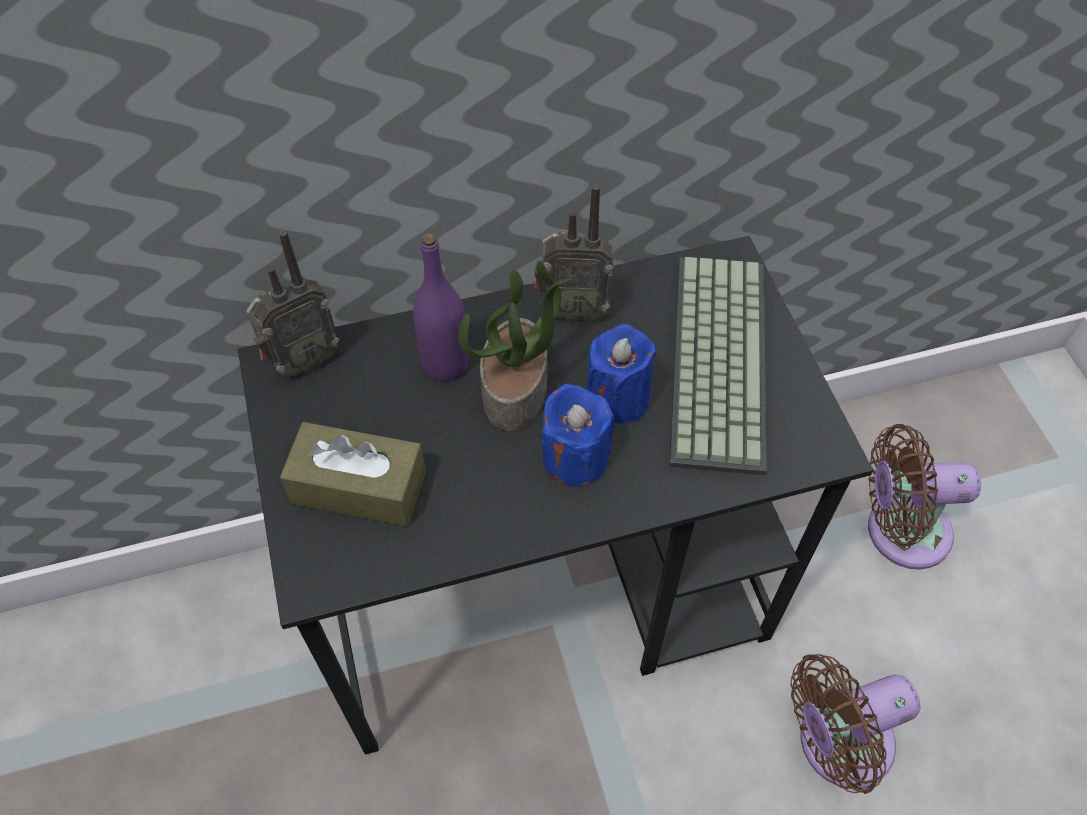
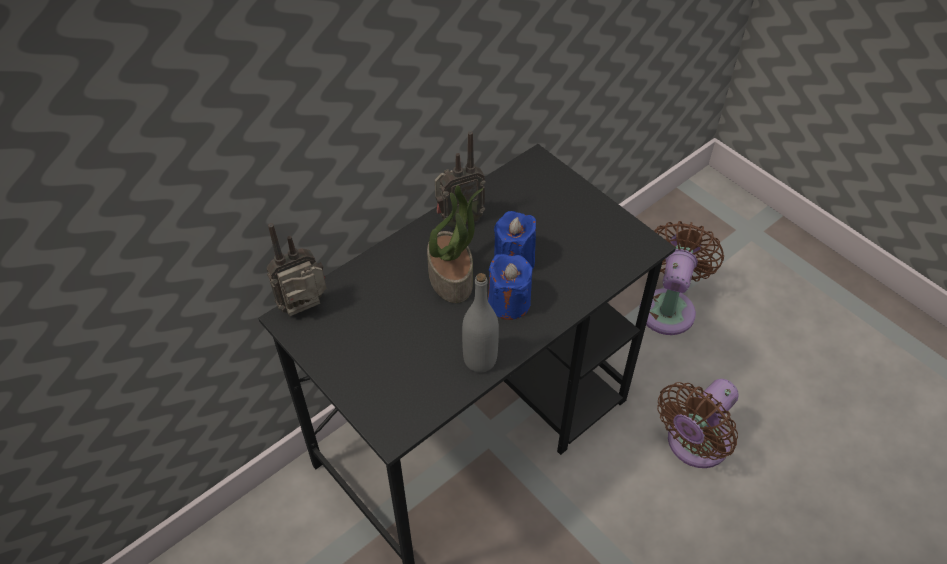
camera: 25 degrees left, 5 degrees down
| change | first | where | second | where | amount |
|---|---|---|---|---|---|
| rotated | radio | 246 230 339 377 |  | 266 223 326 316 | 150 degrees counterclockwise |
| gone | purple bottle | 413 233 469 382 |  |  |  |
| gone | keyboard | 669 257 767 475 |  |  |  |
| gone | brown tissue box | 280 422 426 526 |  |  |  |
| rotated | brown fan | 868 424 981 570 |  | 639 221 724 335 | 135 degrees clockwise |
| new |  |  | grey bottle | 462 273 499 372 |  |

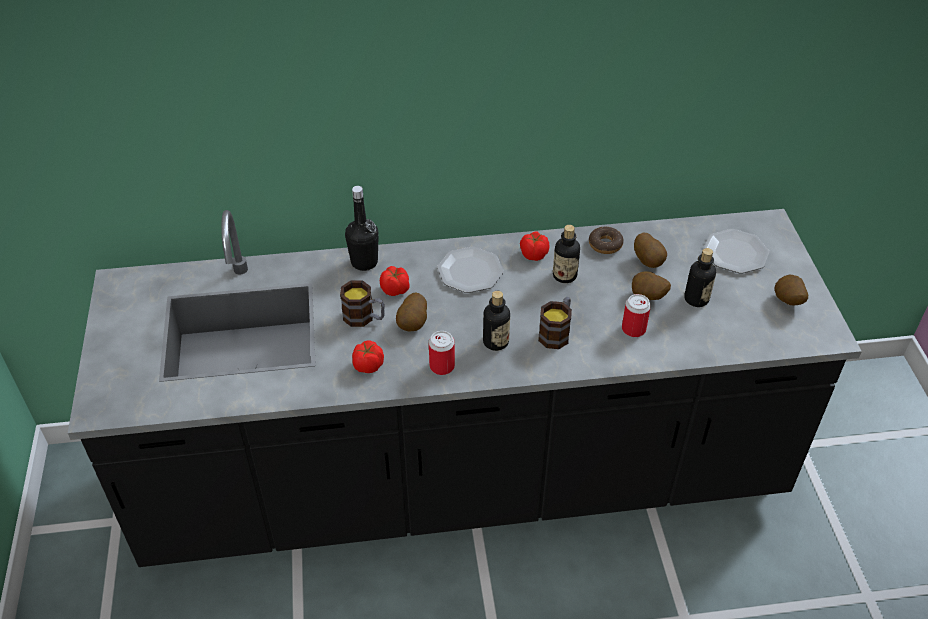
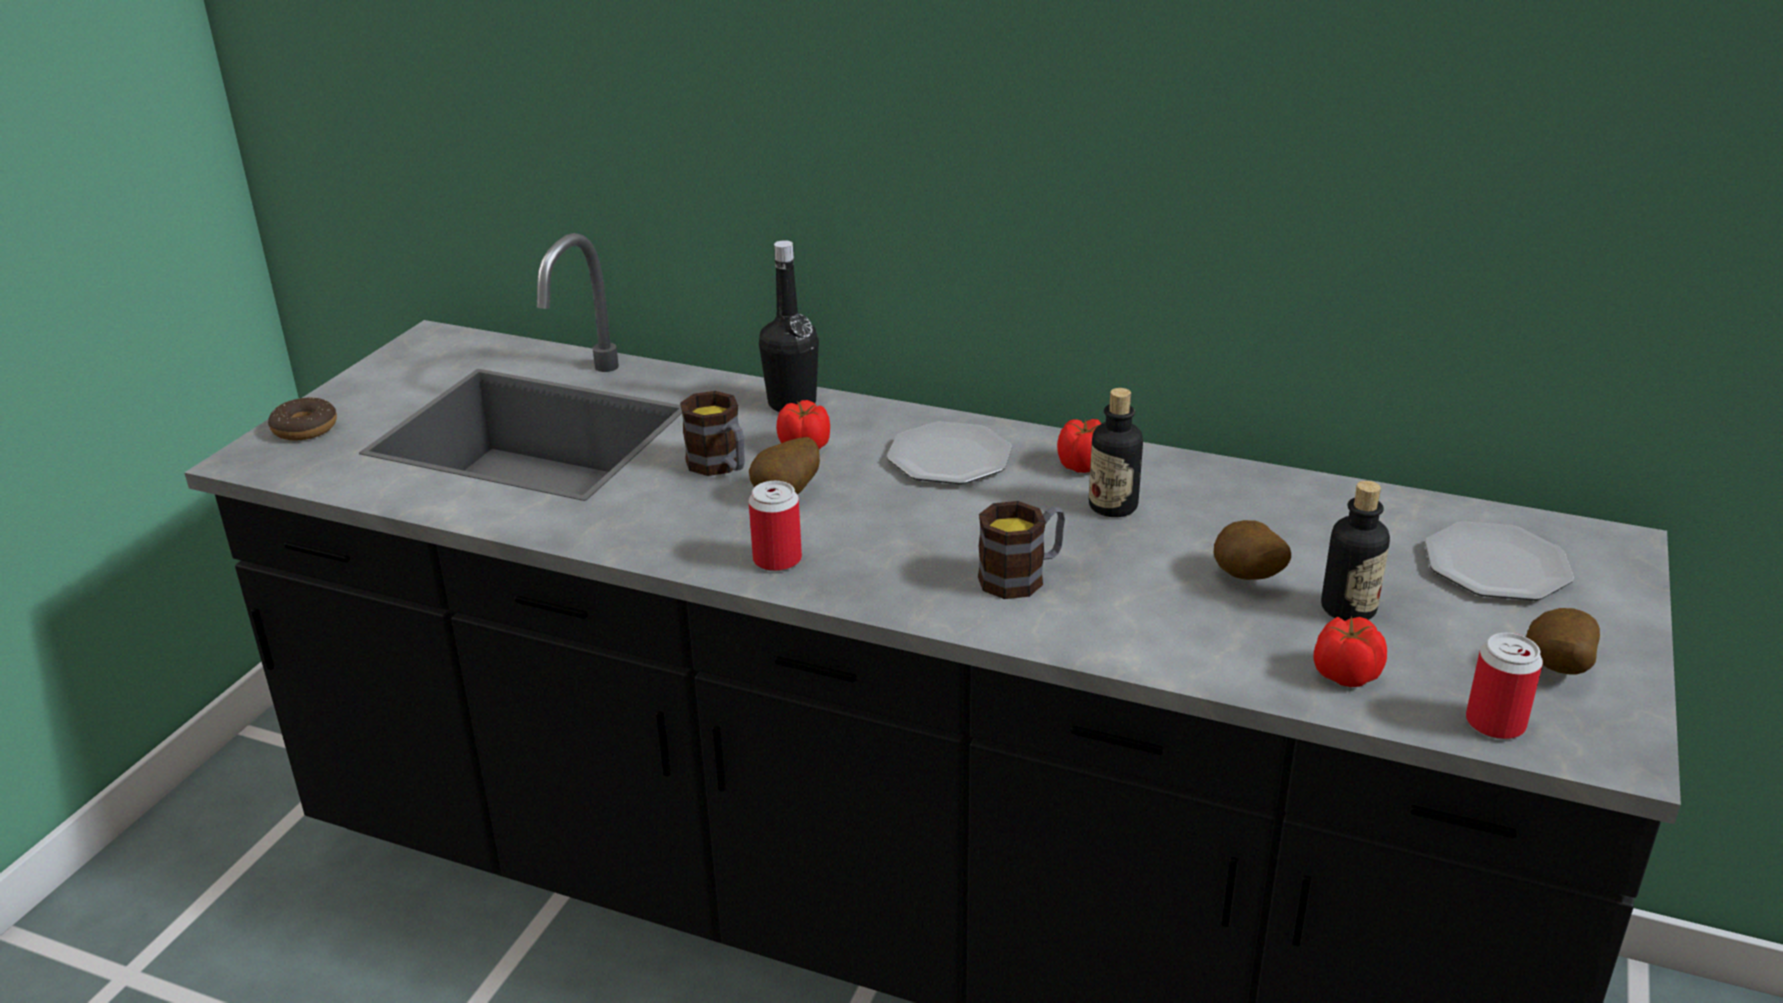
camera: 30 degrees right, 15 degrees down
| change | first | where | second | where | amount |
|---|---|---|---|---|---|
| shifted | donut | 589 227 624 254 |  | 268 397 337 440 |  |
| gone | potato | 634 233 667 268 |  |  |  |
| gone | bottle | 483 291 510 351 |  |  |  |
| shifted | can | 622 294 651 337 |  | 1466 633 1543 739 |  |
| shifted | tomato | 352 340 384 373 |  | 1313 616 1387 687 |  |

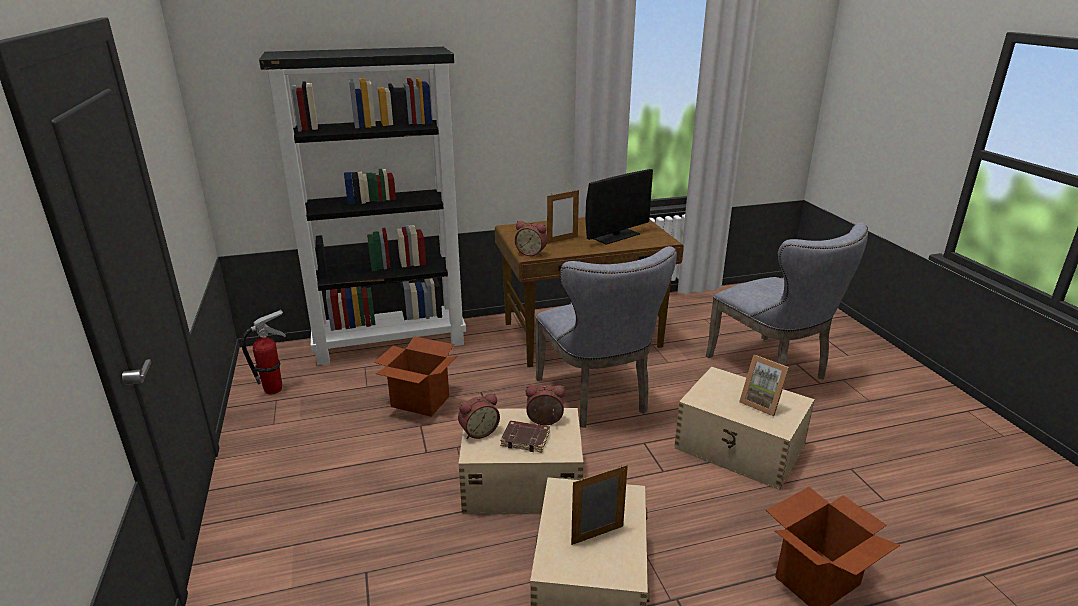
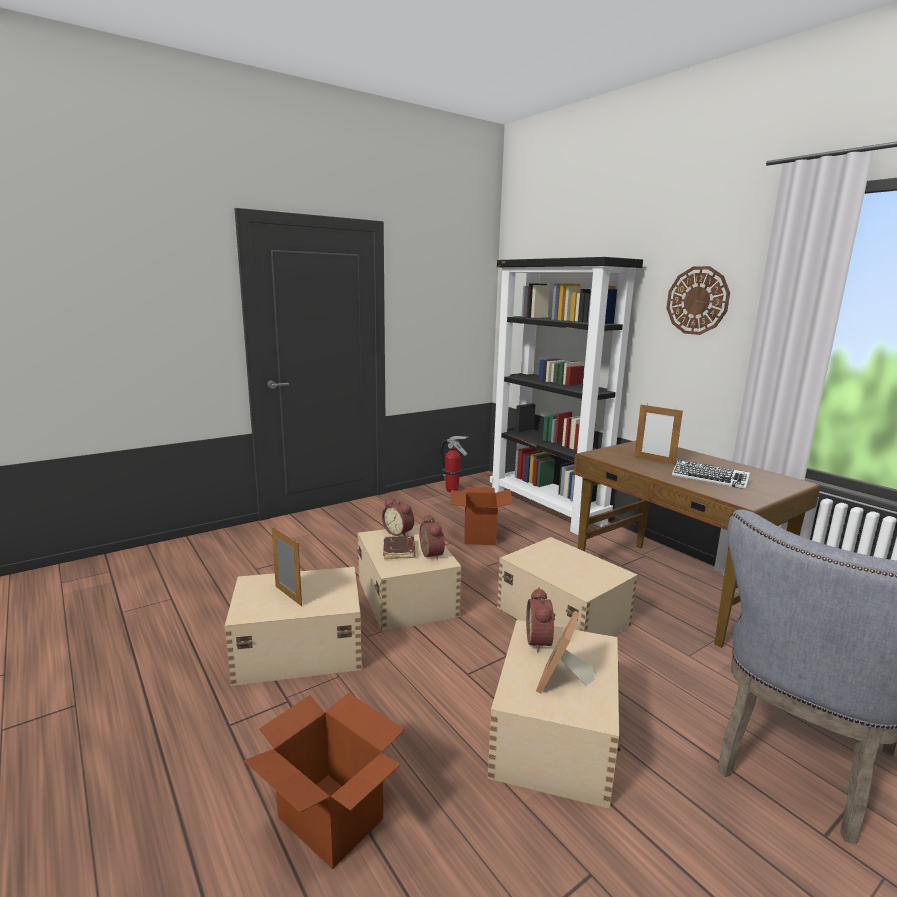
camera: 70 degrees right, 10 degrees down
| change | first | where | second | where | amount |
|---|---|---|---|---|---|
| swapped | monitor | 585 169 653 245 | keyboard | 672 460 750 489 |  |
| shifted | alarm clock | 515 221 548 256 |  | 526 587 555 652 |  |
| swapped | grey chair | 536 246 677 428 | beige storage box | 497 537 638 636 |  |
| new |  |  | wall clock | 666 266 730 335 |  |

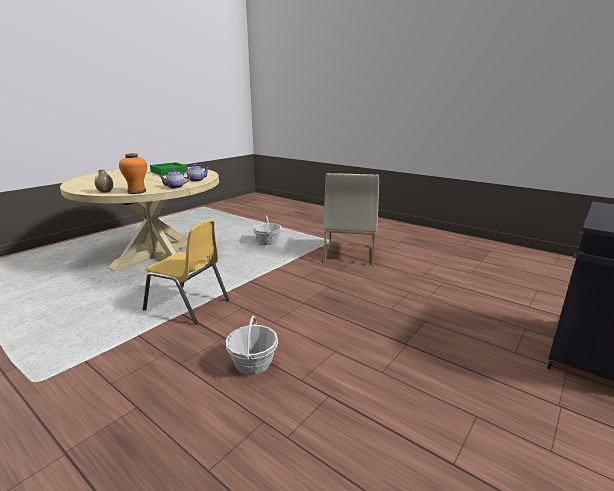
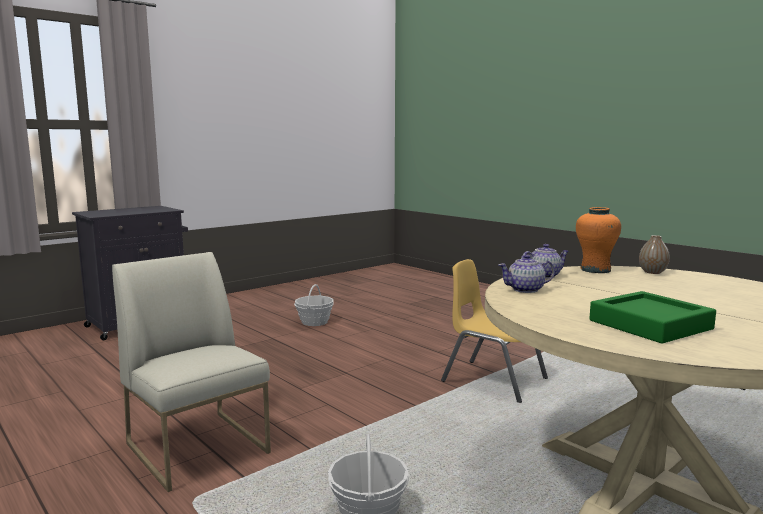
camera: 170 degrees left, 10 degrees down
| change | first | where | second | where | amount |
|---|---|---|---|---|---|
| rotated | white chair | 323 173 379 266 |  | 112 252 271 492 | 60 degrees counterclockwise |
| shifted | basket | 226 316 278 375 |  | 294 284 334 326 |  |

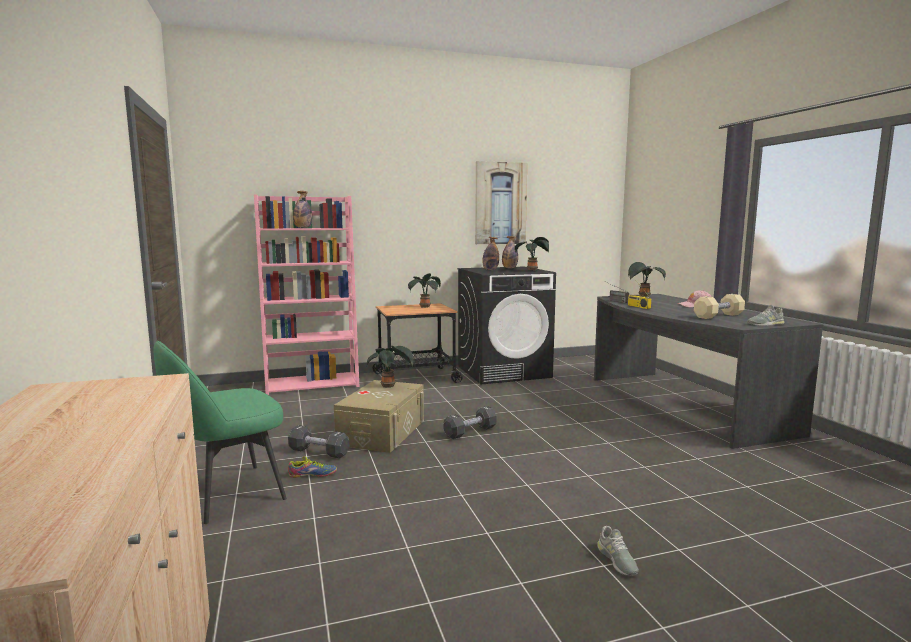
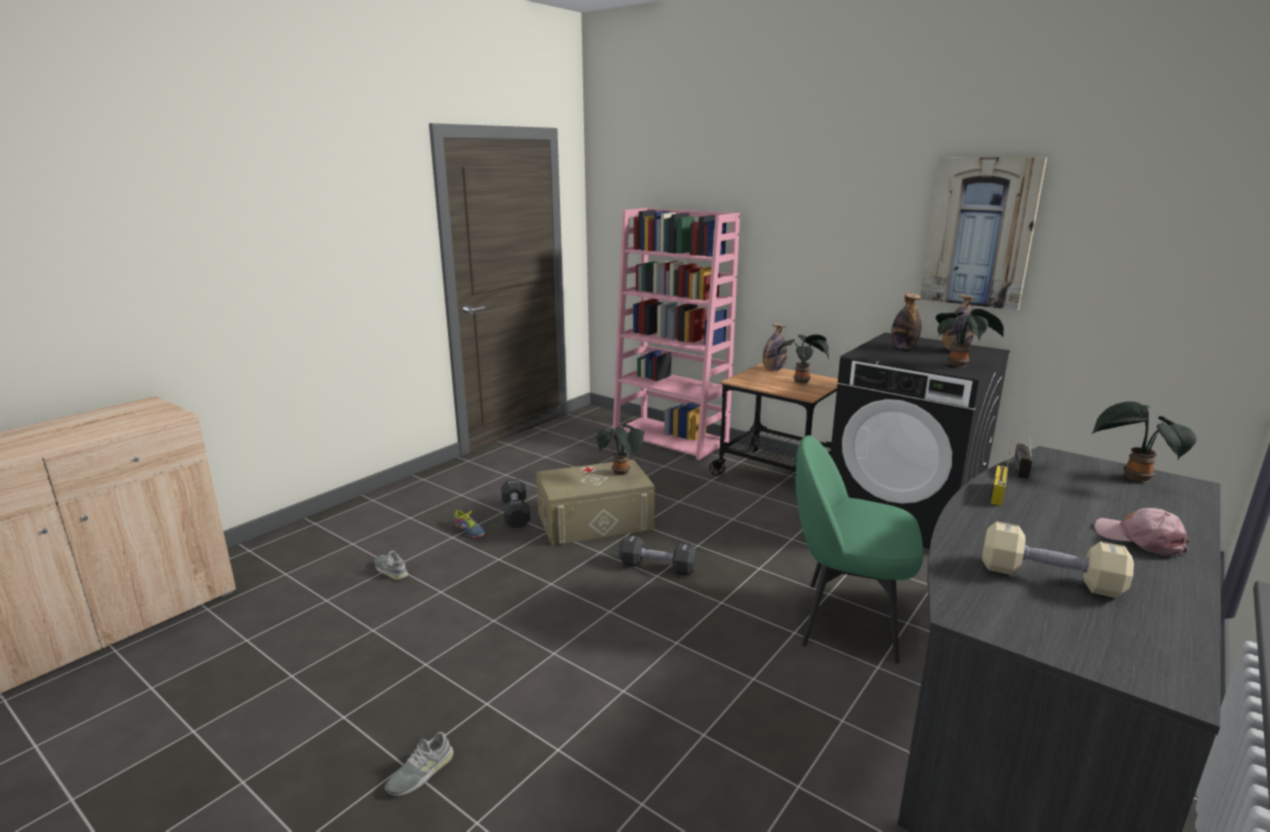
camera: 55 degrees right, 10 degrees up
| change | first | where | second | where | amount |
|---|---|---|---|---|---|
| shifted | bottle | 293 191 312 228 |  | 763 324 787 371 |  |
| shifted | grey shoe | 747 305 785 326 |  | 374 551 409 580 |  |
| shifted | green chair | 154 341 287 524 |  | 796 435 923 664 |  |

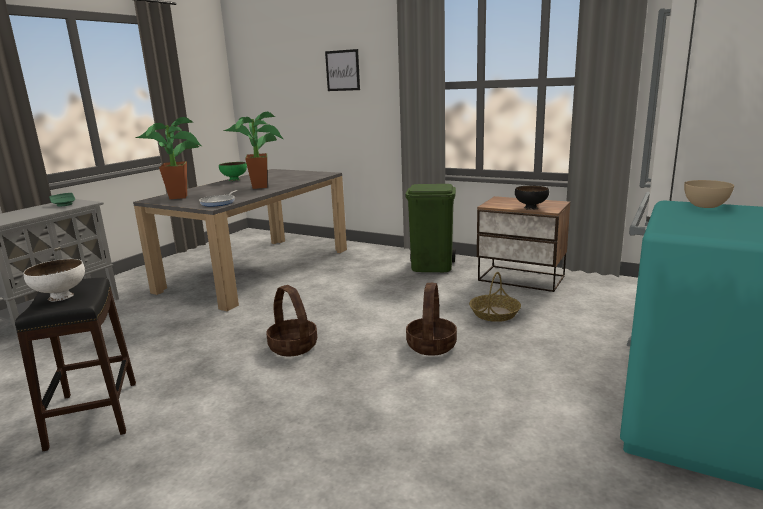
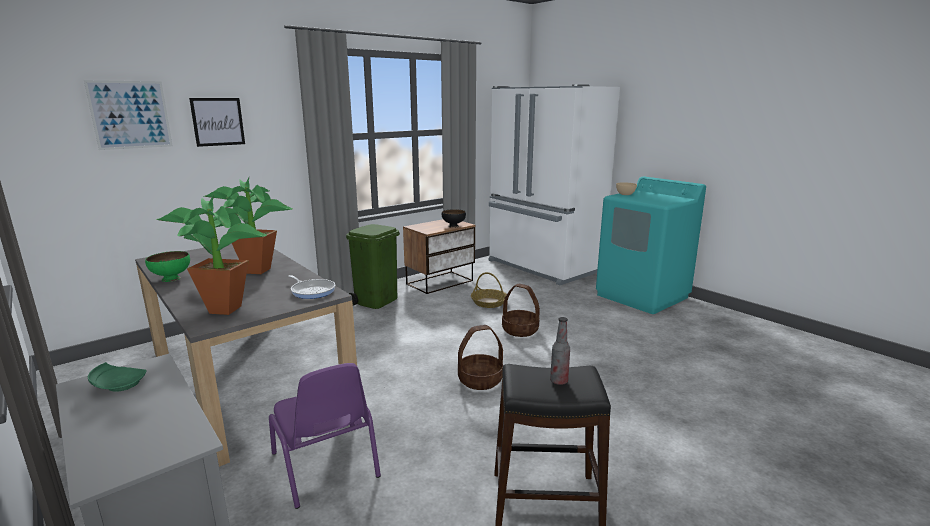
camera: 70 degrees left, 0 degrees up
| change | first | where | second | where | amount |
|---|---|---|---|---|---|
| swapped | white bowl | 24 259 85 301 | bottle | 550 317 570 385 |  |
| new |  |  | picture | 84 80 173 150 |  |
| new |  |  | purple chair | 269 363 381 509 |  |

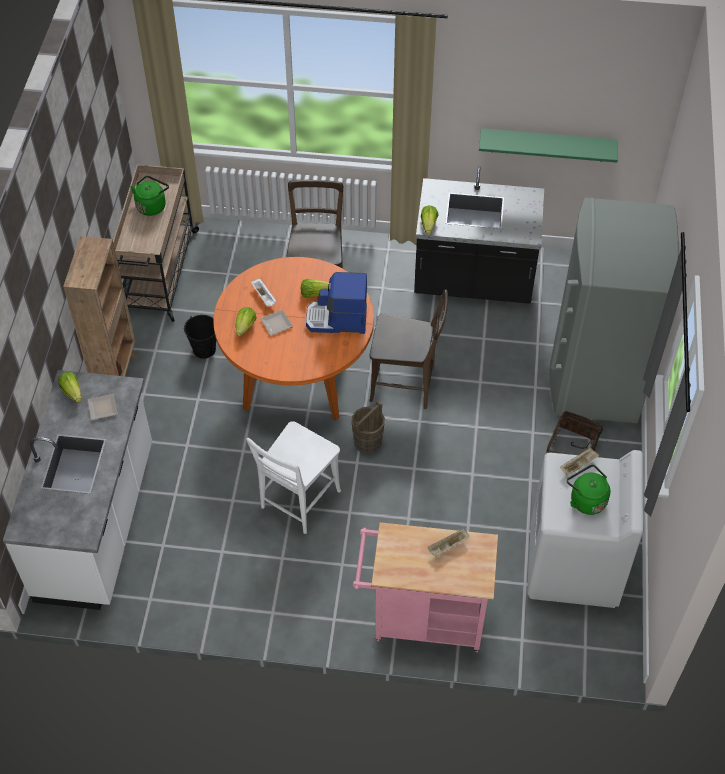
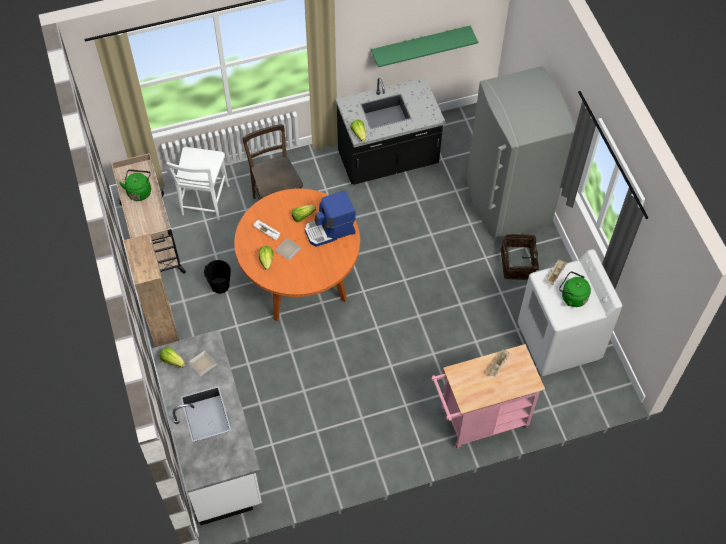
camera: 25 degrees left, 5 degrees up
| change | first | where | second | where | amount |
|---|---|---|---|---|---|
| gone | brown chair | 369 289 448 409 |  |  |  |
| gone | brown bucket | 352 400 385 454 |  |  |  |
| shifted | white chair | 246 421 341 534 |  | 166 147 230 220 |  |

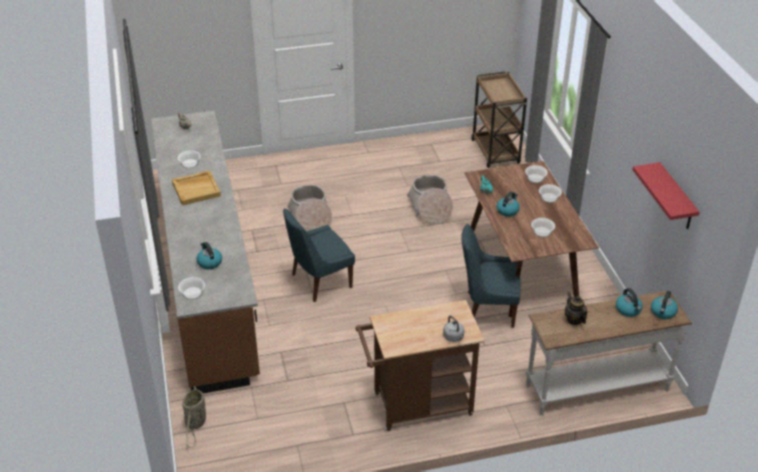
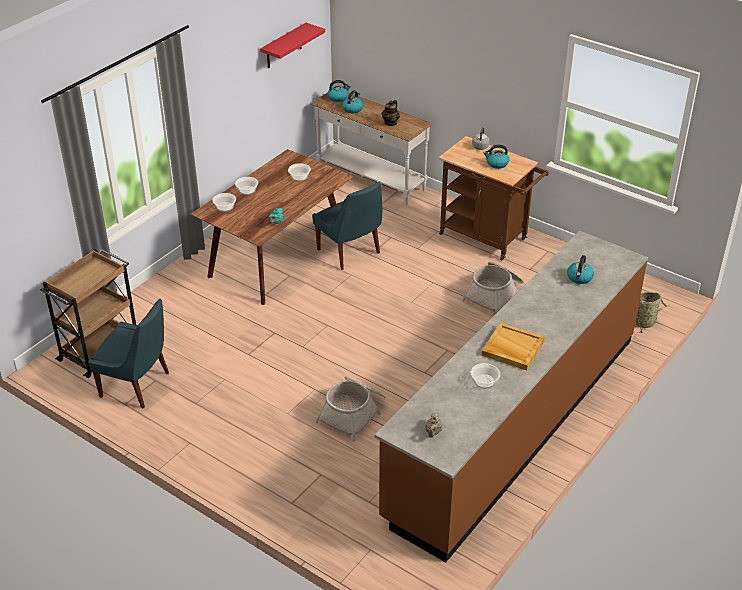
camera: 130 degrees left, 0 degrees up
| change | first | where | second | where | amount |
|---|---|---|---|---|---|
| shifted | basket | 407 175 453 224 |  | 462 262 524 314 |  |
| shifted | kettle | 497 192 520 217 |  | 483 145 509 169 |  |
| shifted | blue chair | 283 208 355 302 |  | 88 299 169 408 |  |
| gone | bowl | 178 277 205 300 |  |  |  |

